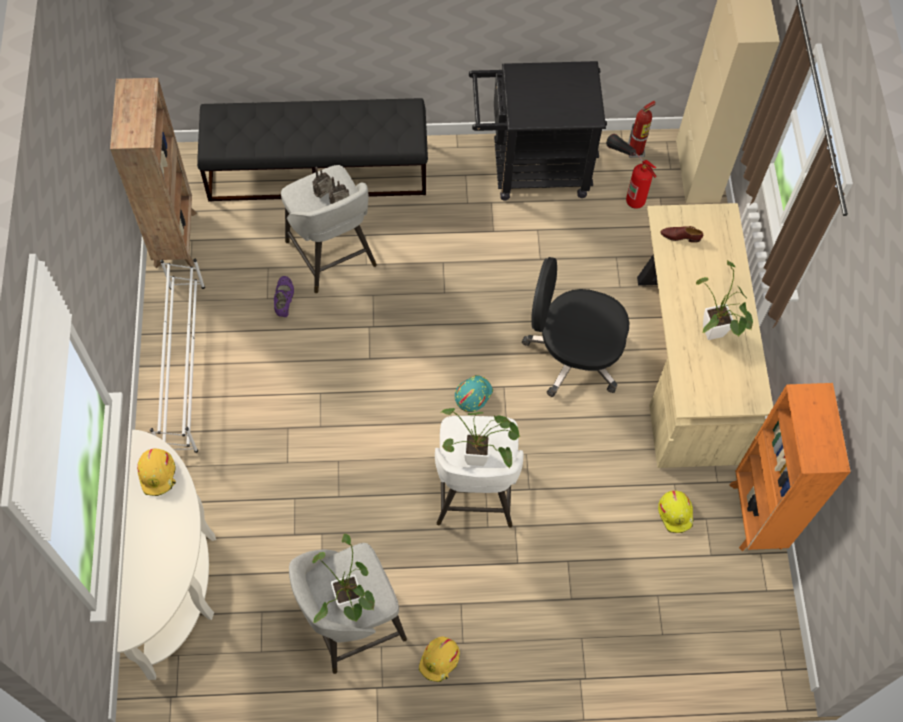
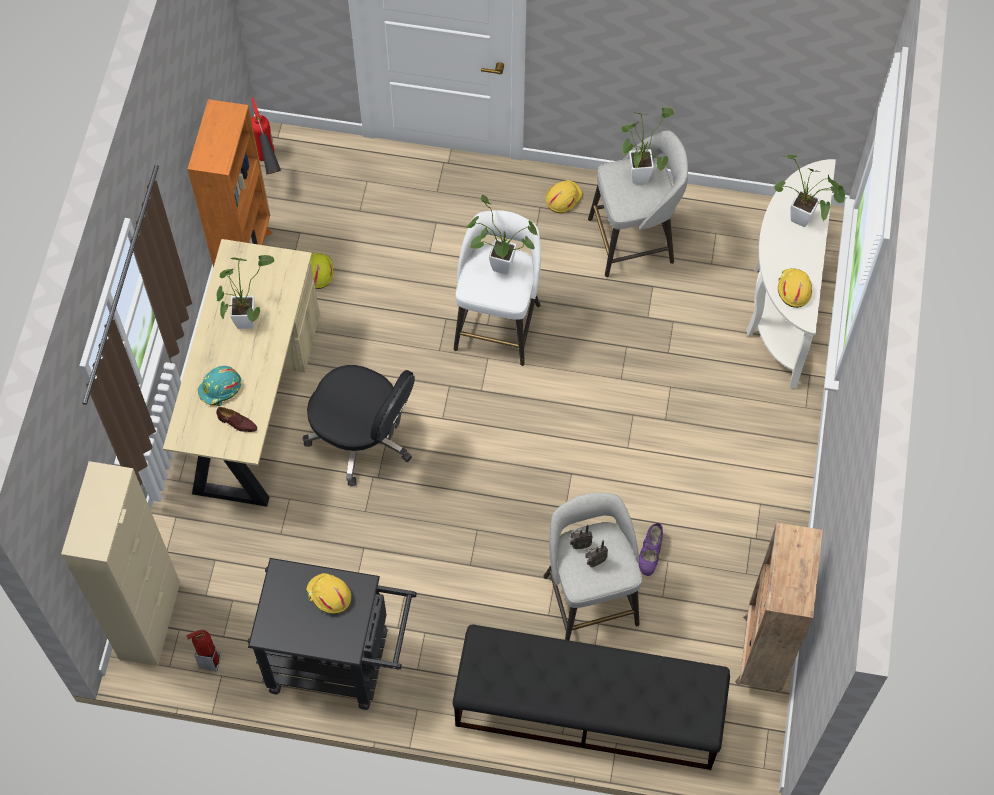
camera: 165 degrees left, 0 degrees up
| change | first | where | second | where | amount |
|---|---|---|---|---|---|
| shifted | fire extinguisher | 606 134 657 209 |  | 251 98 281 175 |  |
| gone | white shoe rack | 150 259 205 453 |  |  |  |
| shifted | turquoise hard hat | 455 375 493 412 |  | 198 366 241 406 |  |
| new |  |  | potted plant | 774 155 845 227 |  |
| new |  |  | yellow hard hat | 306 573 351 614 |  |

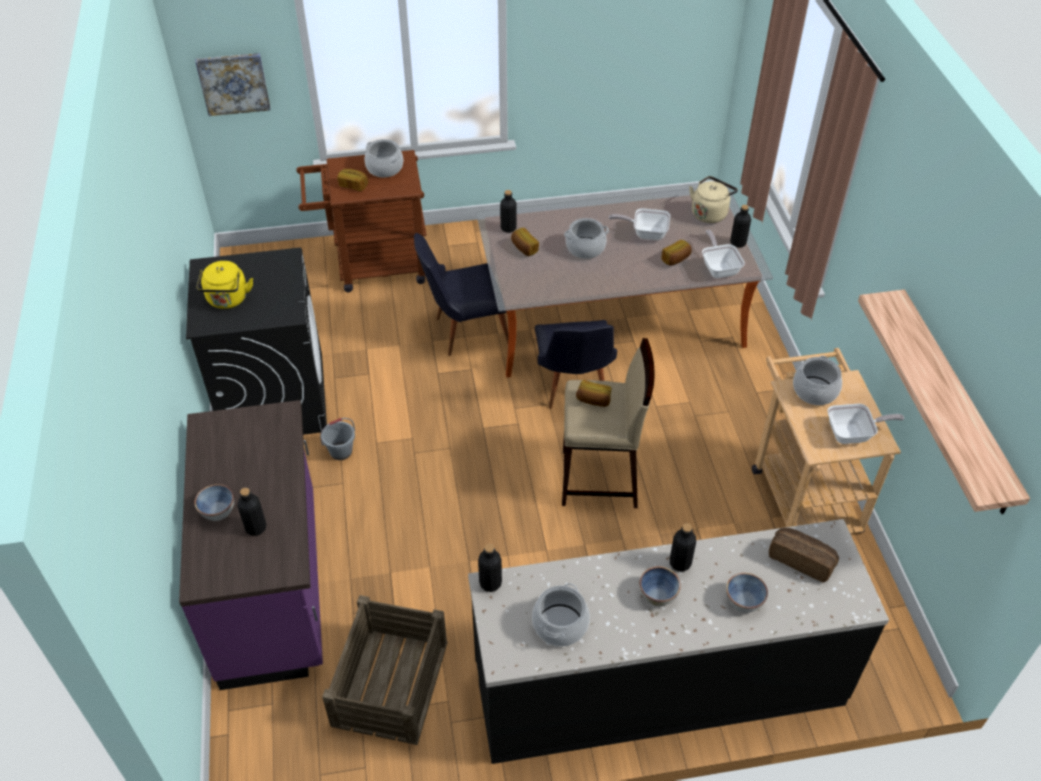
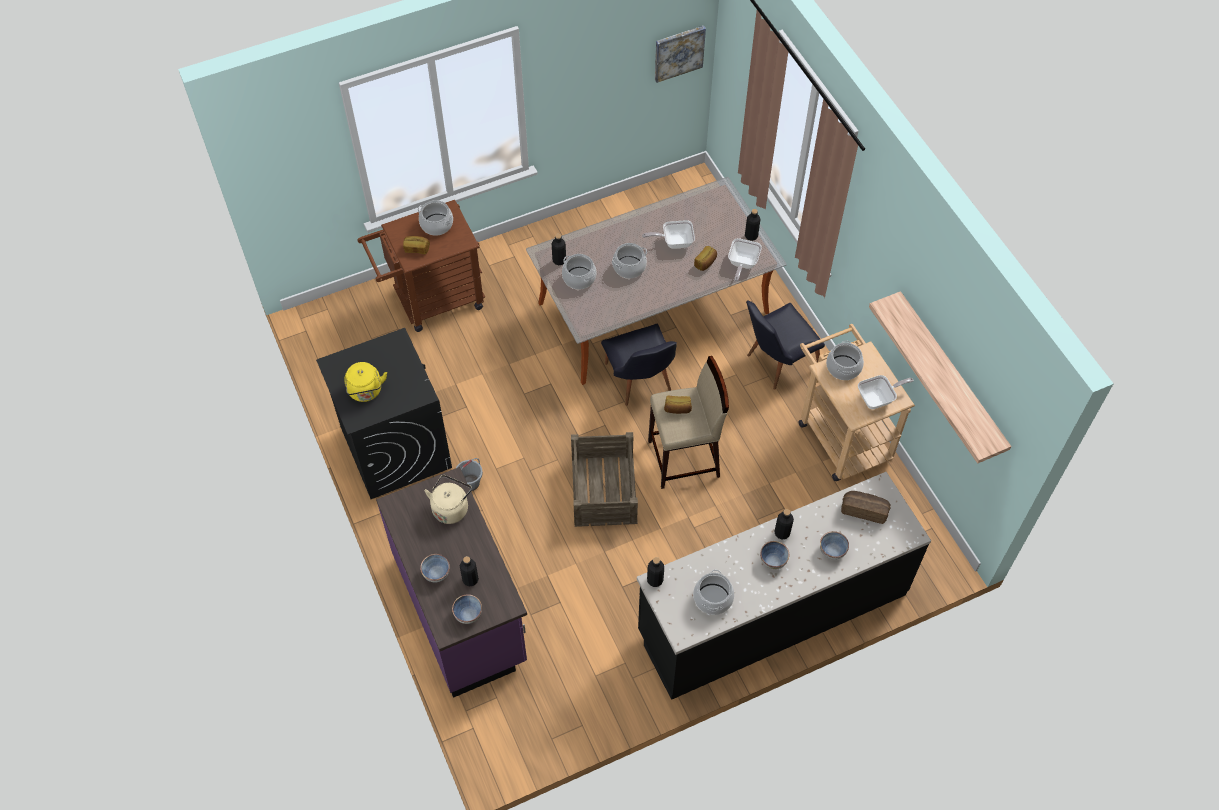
camera: 15 degrees left, 10 degrees up
| change | first | where | second | where | amount |
|---|---|---|---|---|---|
| shifted | picture | 195 53 271 116 |  | 655 26 706 83 |  |
| shifted | beige kettle | 689 176 738 223 |  | 424 475 472 524 |  |
| swapped | bread | 511 228 539 256 | cooking pot | 562 254 596 289 |  |
| rotated | frying pan | 702 230 745 278 |  | 728 238 762 281 | 135 degrees counterclockwise |
| shifted | black chair | 414 233 509 356 |  | 746 300 825 390 |  |
| shifted | crate | 322 595 448 745 |  | 571 432 638 527 |  |
| new |  |  | bowl | 452 594 482 624 |  |

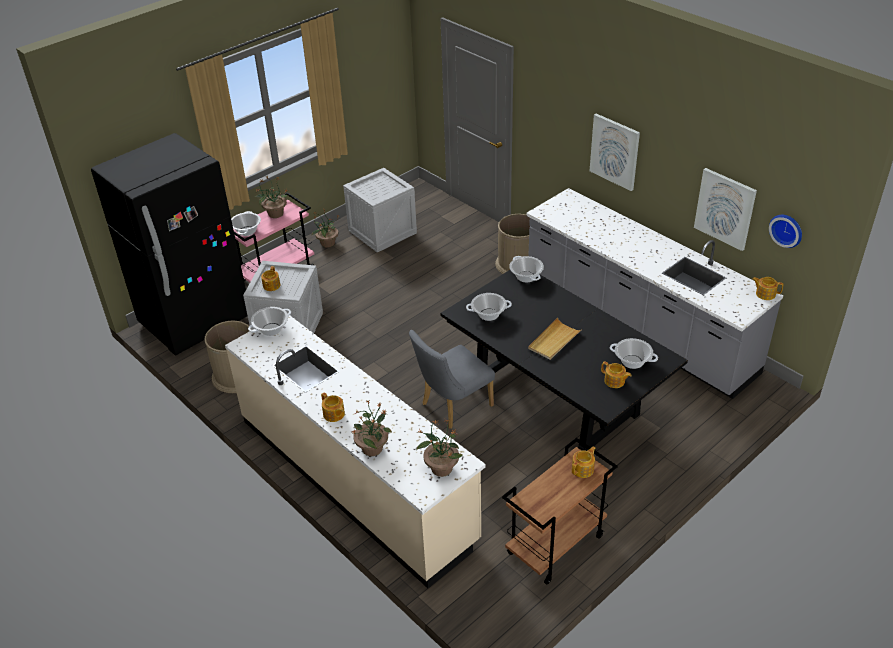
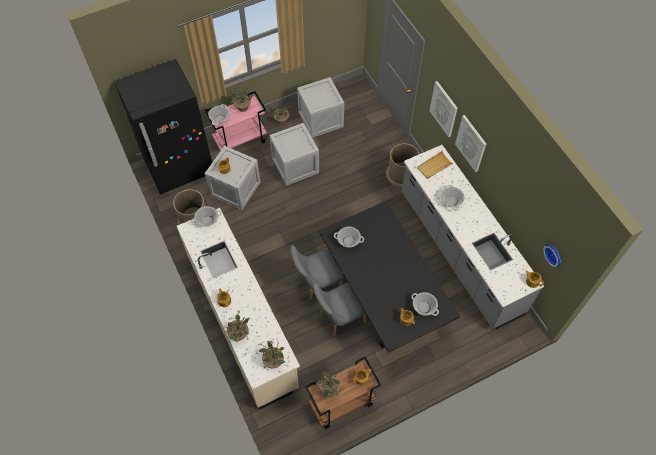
camera: 15 degrees right, 20 degrees up
| change | first | where | second | where | amount |
|---|---|---|---|---|---|
| shifted | picture | 694 168 757 251 |  | 430 81 458 137 |  |
| shifted | cooking pot | 509 256 544 282 |  | 441 185 465 211 |  |
| shifted | beige tray | 528 317 581 360 |  | 417 151 454 179 |  |
| new |  |  | crate | 269 123 319 186 |  |
| new |  |  | grey chair | 313 283 366 336 |  |
| new |  |  | potted plant | 316 368 341 400 |  |

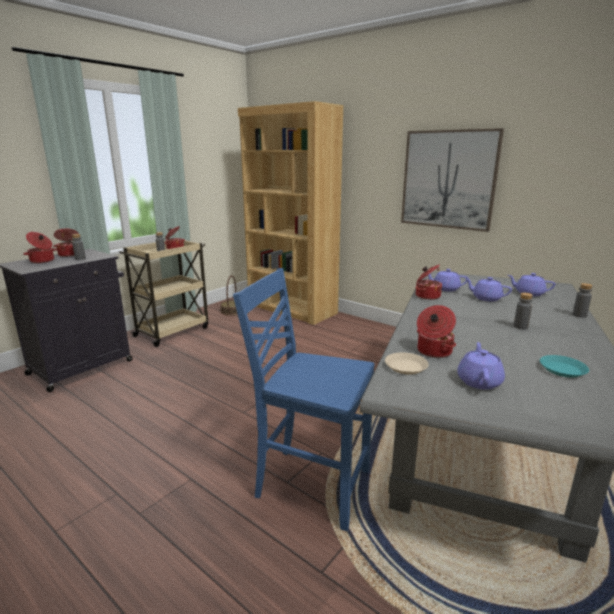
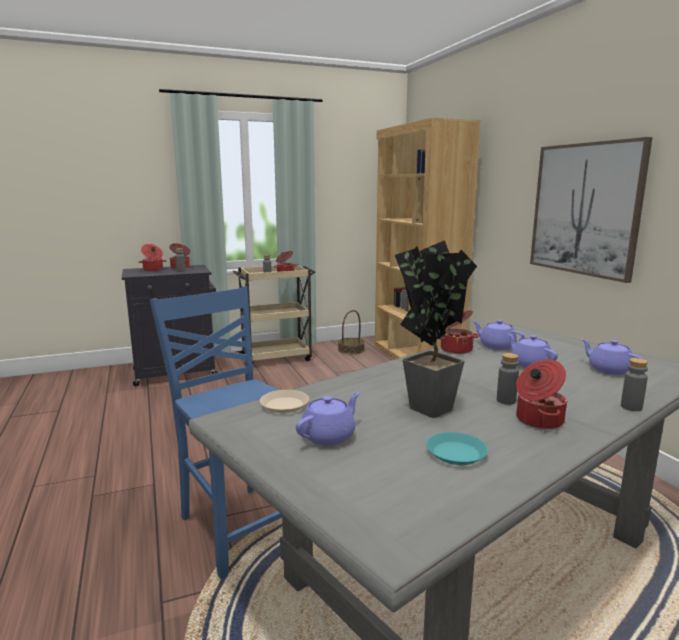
camera: 30 degrees right, 5 degrees down
| change | first | where | second | where | amount |
|---|---|---|---|---|---|
| shifted | cooking pot | 417 305 456 358 |  | 516 359 567 429 |  |
| new |  |  | potted plant | 395 240 477 418 |  |

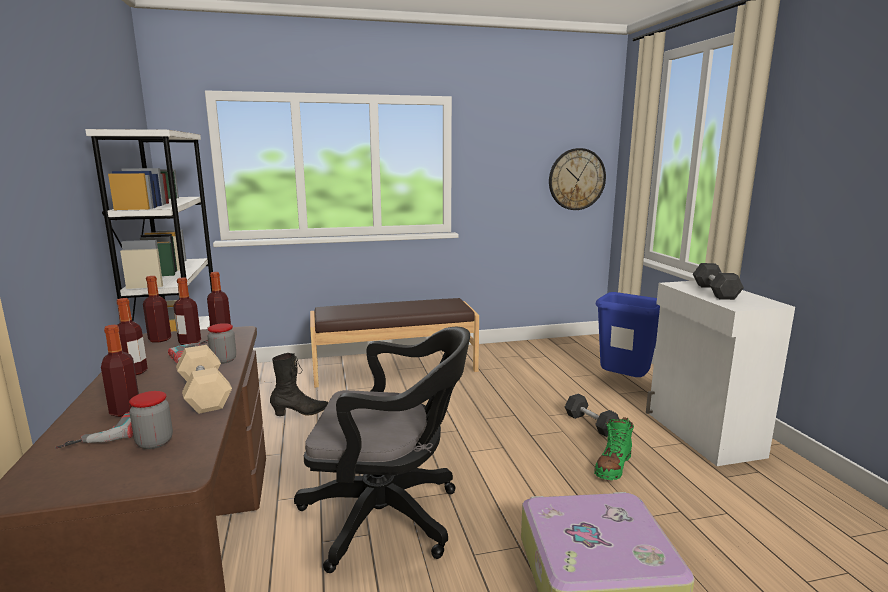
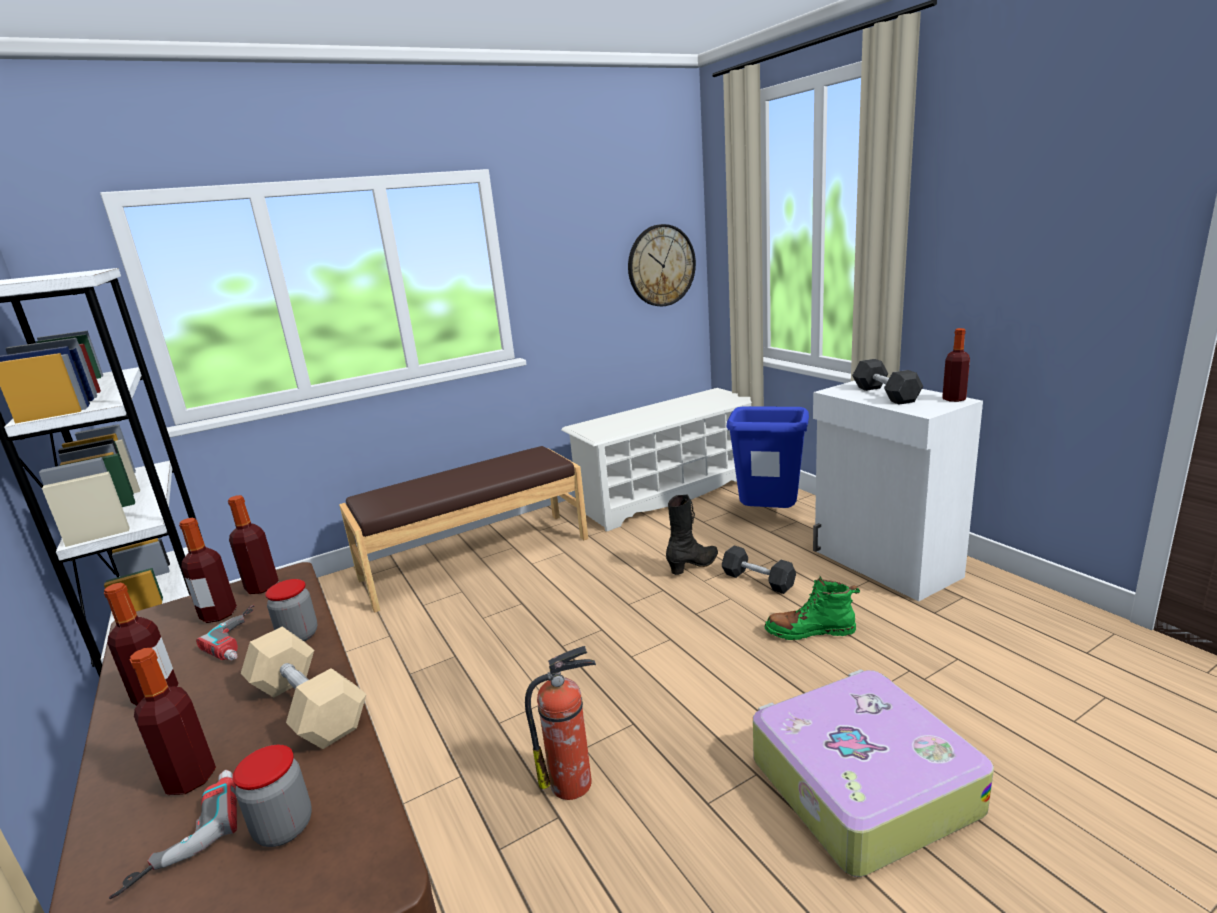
camera: 15 degrees left, 5 degrees up
| change | first | where | second | where | amount |
|---|---|---|---|---|---|
| shifted | bottle | 143 276 171 342 |  | 942 328 970 402 |  |
| swapped | black office chair | 294 327 470 573 | fire extinguisher | 525 646 596 800 |  |
| shifted | black boot | 270 353 328 416 |  | 666 494 718 575 |  |
| rotated | green boot | 594 417 634 480 |  | 765 576 860 640 | 75 degrees clockwise |
| new |  |  | white shoe rack | 561 388 752 532 |  |

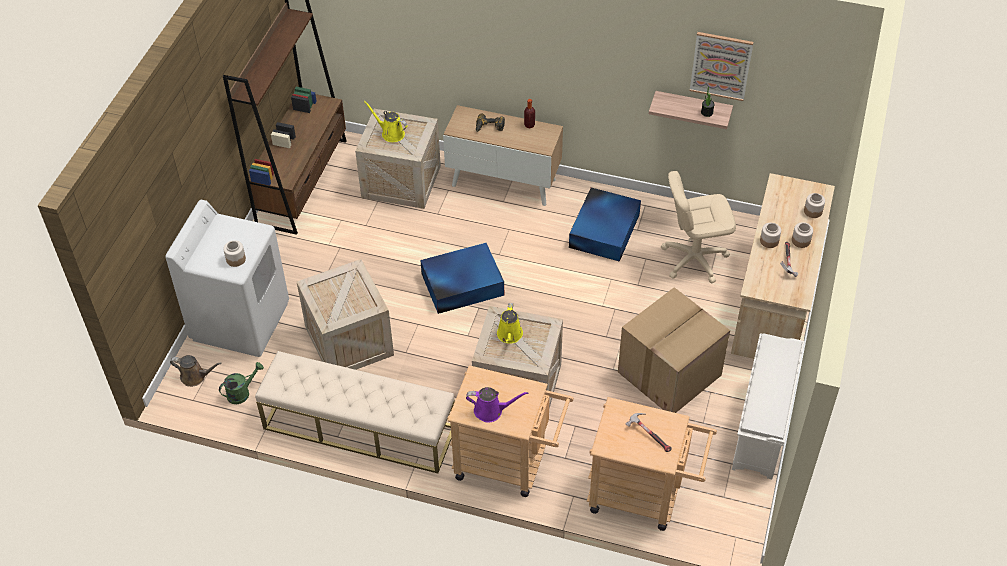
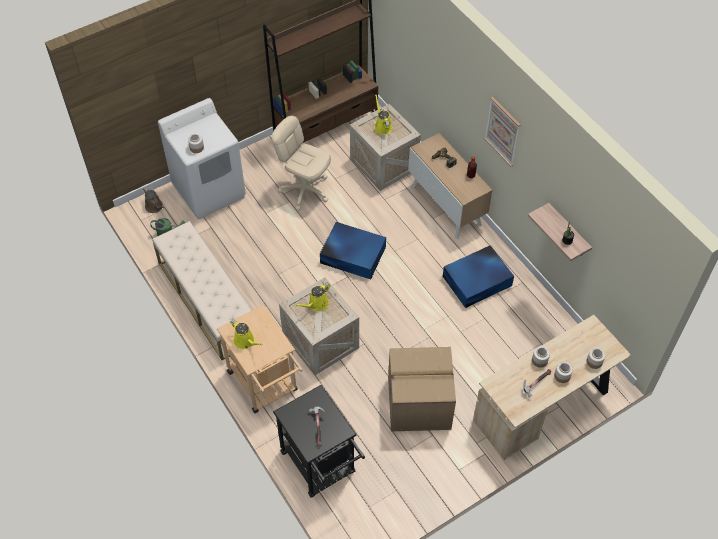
camera: 40 degrees right, 5 degrees up
| change | first | where | second | where | amount |
|---|---|---|---|---|---|
| shifted | picture | 690 32 754 101 |  | 484 97 520 166 |  |
| shifted | beige office chair | 661 171 736 283 |  | 272 116 331 211 |  |
| gone | crate | 297 259 394 370 |  |  |  |
| gone | white shoe rack | 732 333 804 479 |  |  |  |
| repainted | purple watering can | 466 387 528 423 | yellow watering can | 230 319 263 349 |  |
| repainted | beige cart | 587 397 717 531 | black cart | 273 385 365 498 |  |

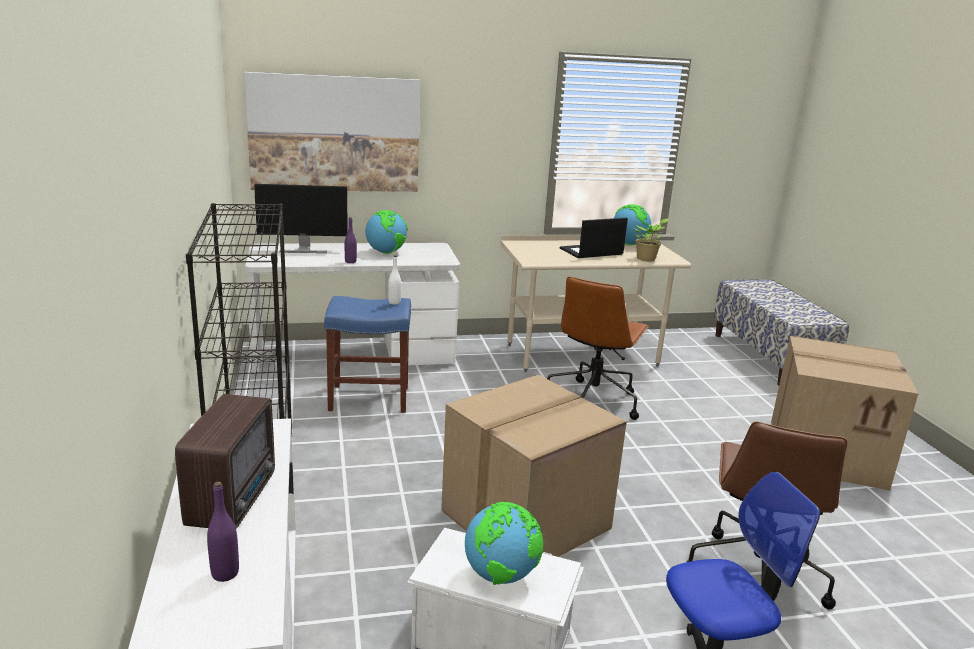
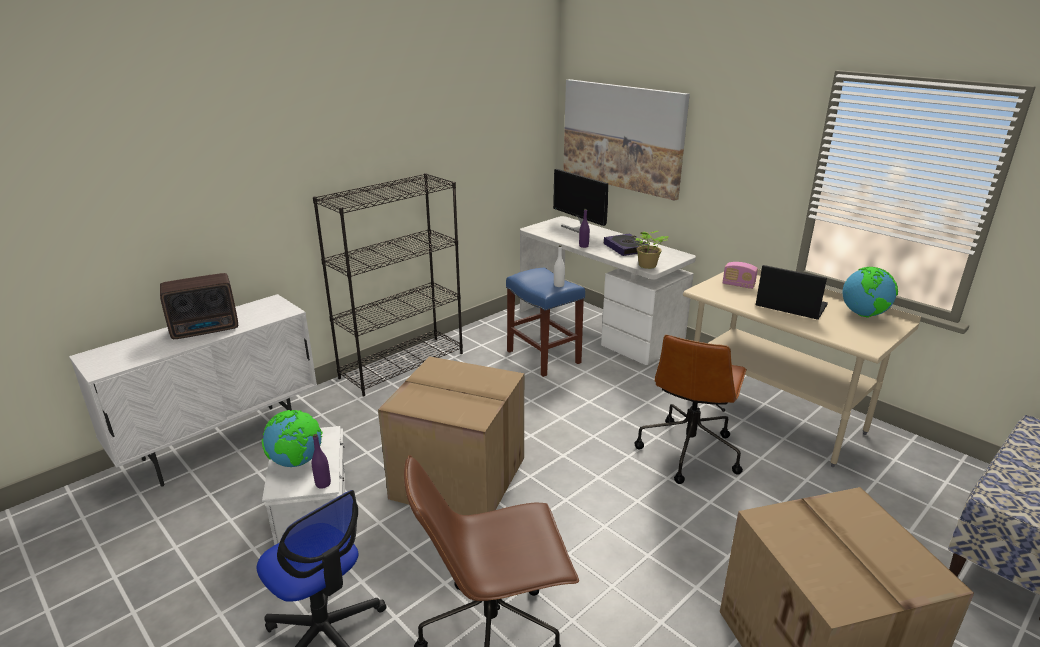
camera: 60 degrees right, 5 degrees up
| change | first | where | second | where | amount |
|---|---|---|---|---|---|
| swapped | globe | 365 210 408 254 | book | 604 234 648 256 |  |
| shifted | potted plant | 633 218 668 261 |  | 636 231 669 269 |  |
| rotated | brown office chair | 547 276 649 420 |  | 635 335 747 484 | 60 degrees counterclockwise |
| shifted | purple bottle | 207 482 239 582 |  | 312 434 331 489 |  |
| new |  |  | radio | 723 262 758 289 |  |

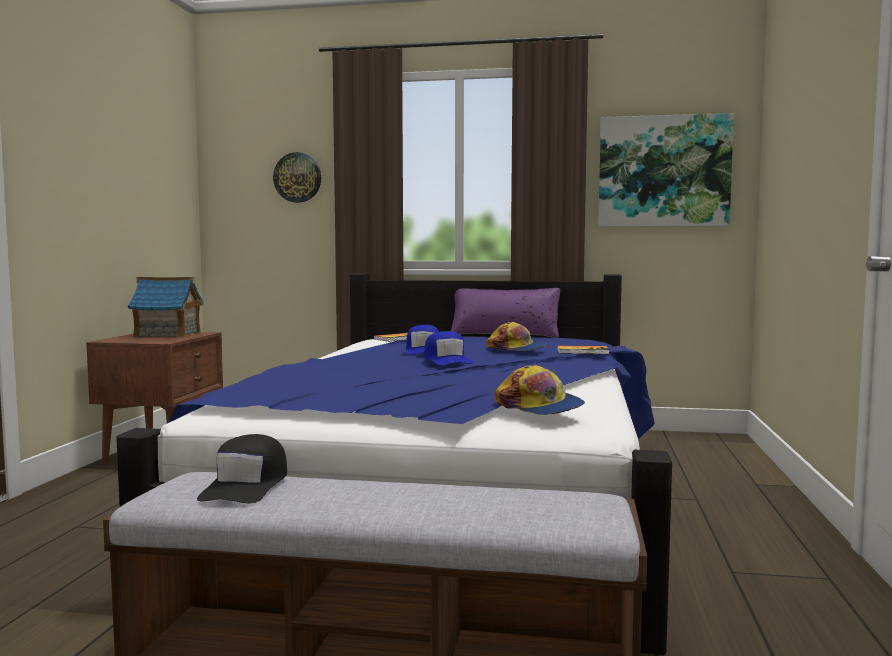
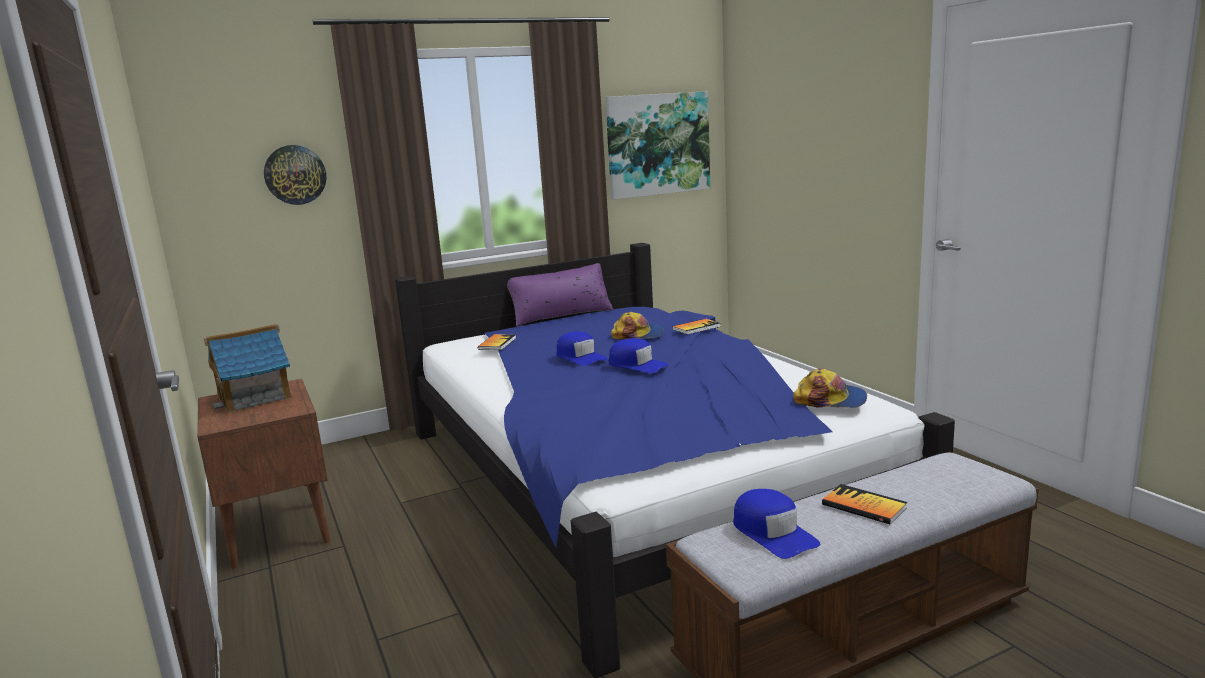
camera: 35 degrees left, 10 degrees up
| change | first | where | second | where | amount |
|---|---|---|---|---|---|
| repainted | black cap | 197 434 287 503 | blue cap | 733 489 820 559 |  |
| new |  |  | book | 822 484 907 525 |  |

